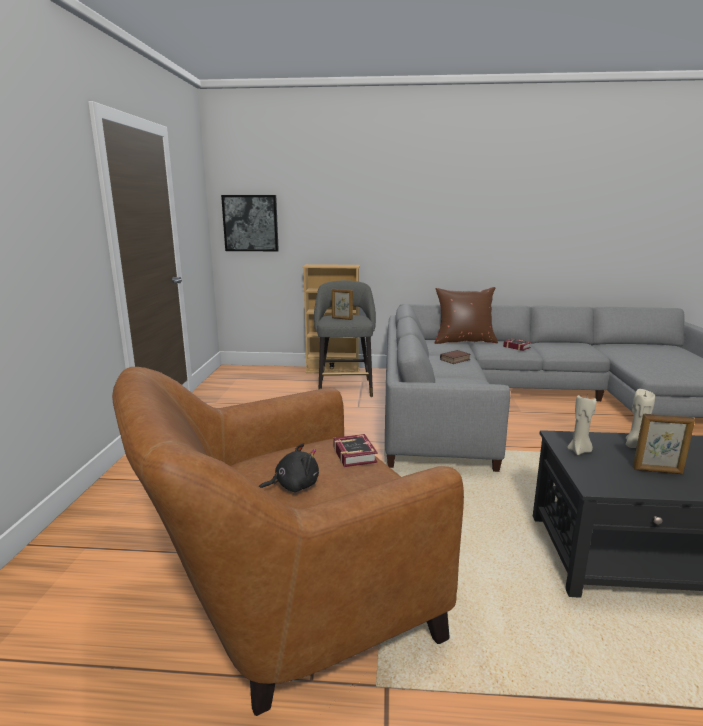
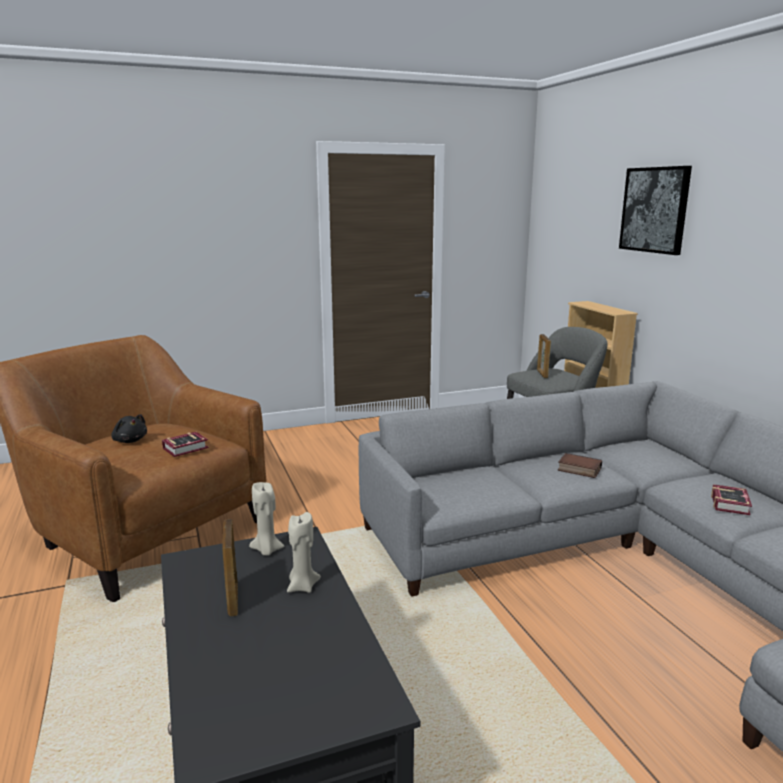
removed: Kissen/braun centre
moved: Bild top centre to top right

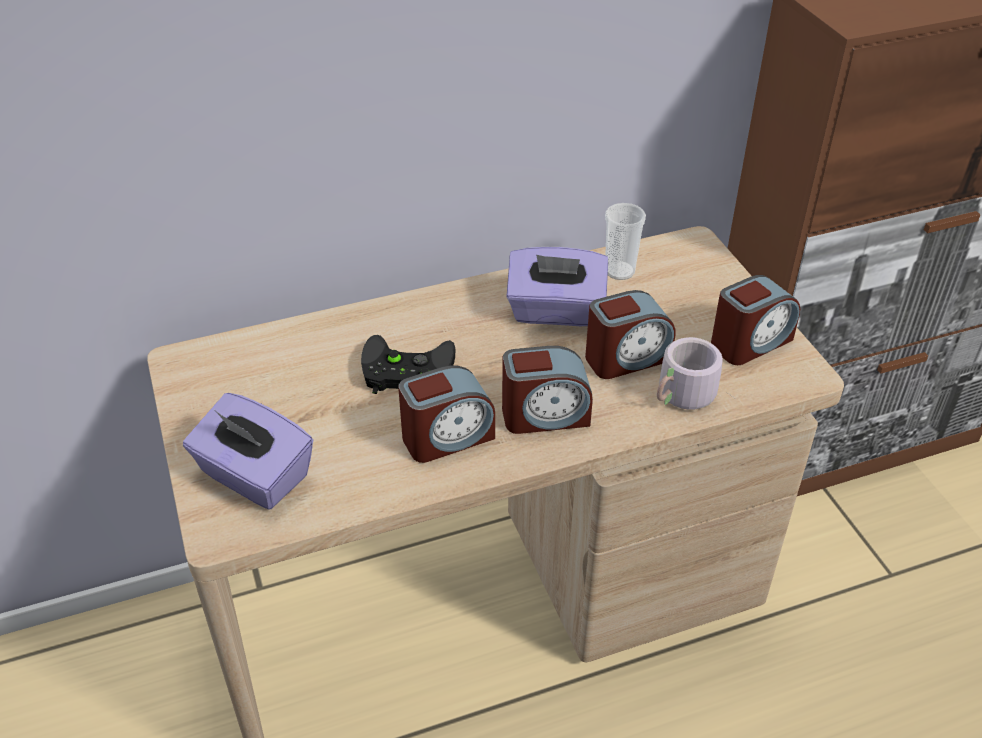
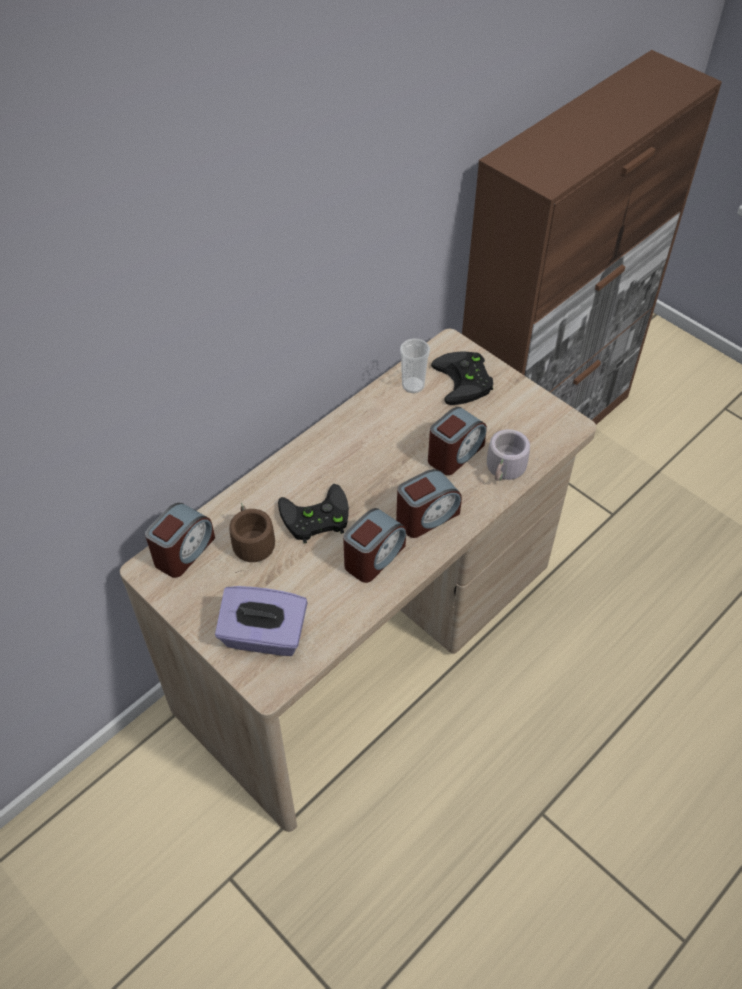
removed: Taschentuchbox/lila (2nd from left) centre
added: Henkelbecher/braun centre; Gamepad/schwarz (2nd from left) centre
moved: Wecker (4th from left in the first image) middle right to Wecker (1st from left) middle left

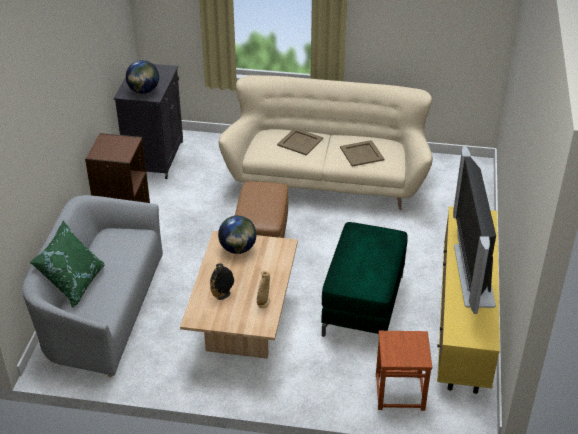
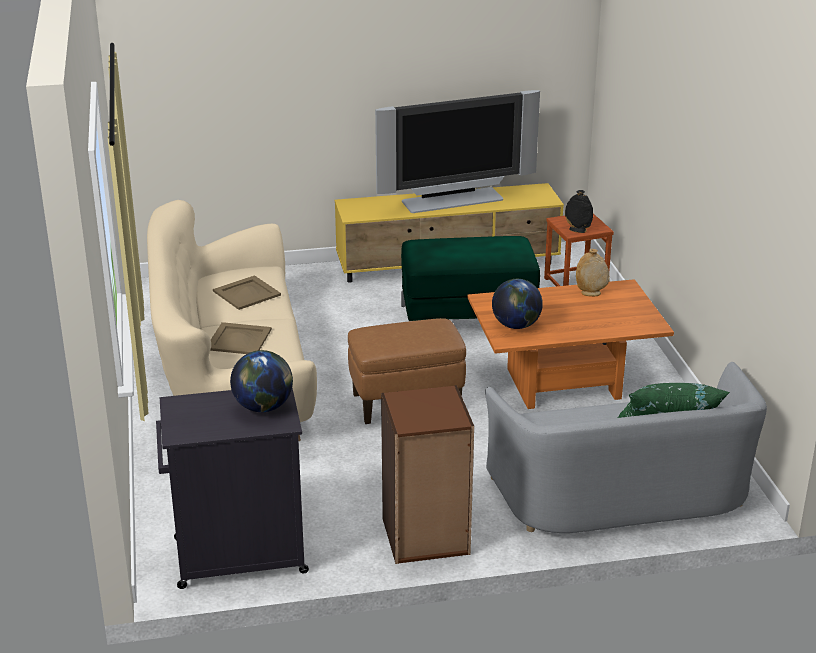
moved: Vase/schwarz centre to top right
recoloured: Couchtisch/beige bottom centre to Couchtisch/orange middle right

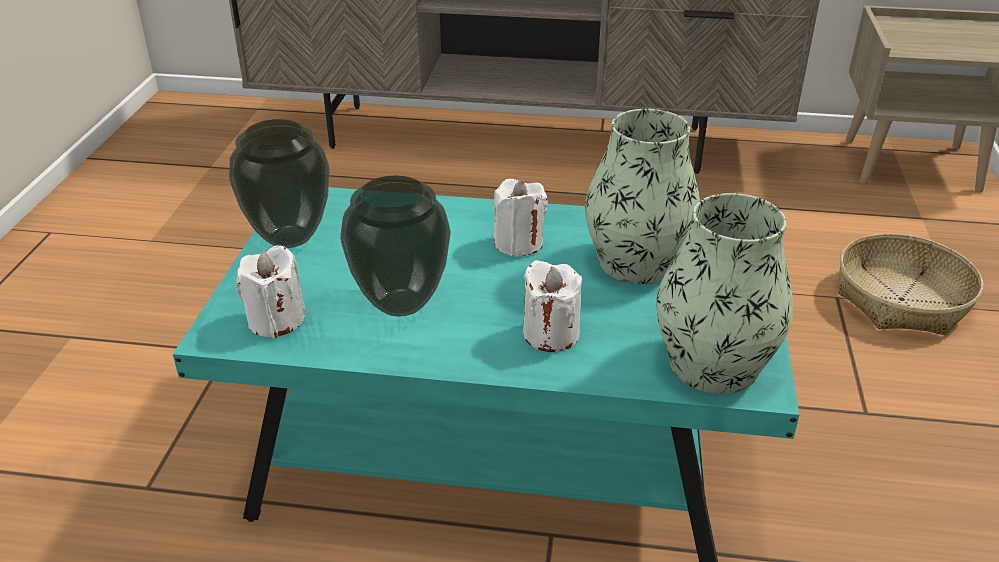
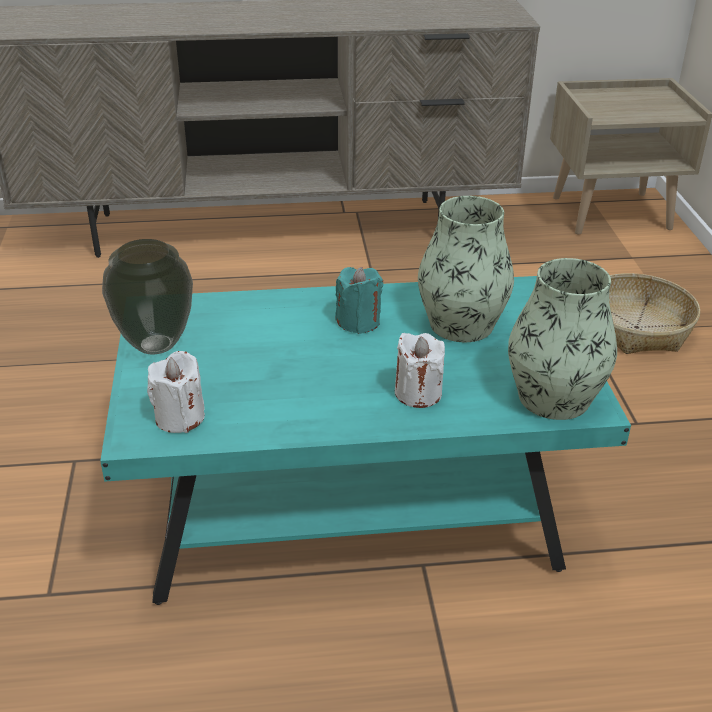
removed: Vase (2nd from left) centre
recoloured: Kerze/weiß (2nd from left) centre to Kerze/türkis centre

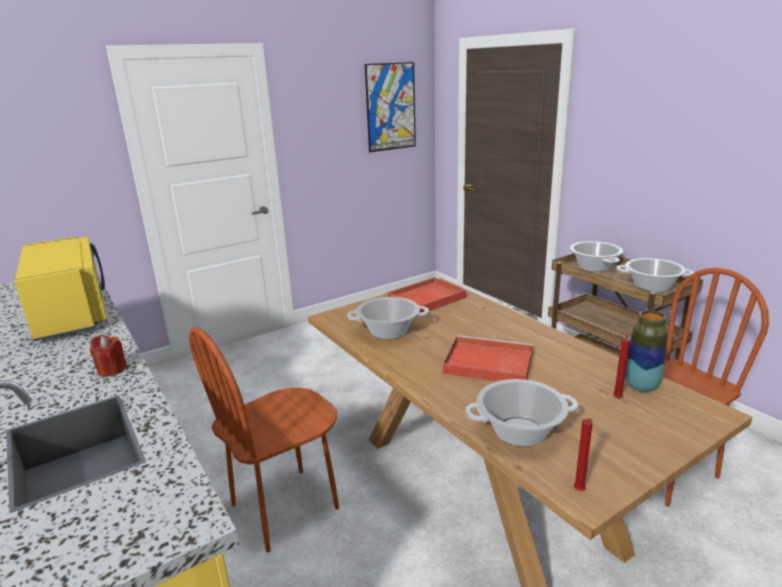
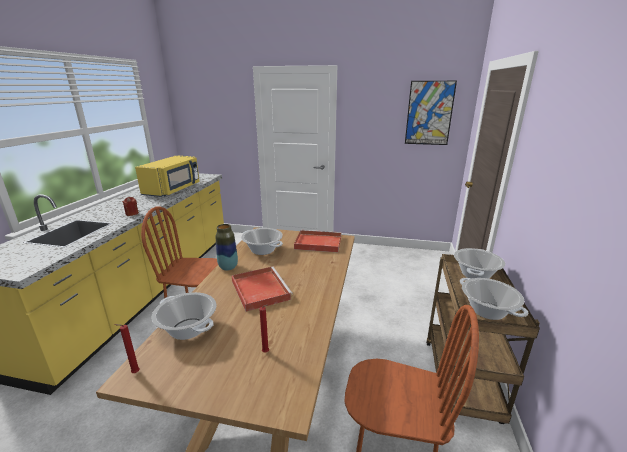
moved: Vase middle right to centre

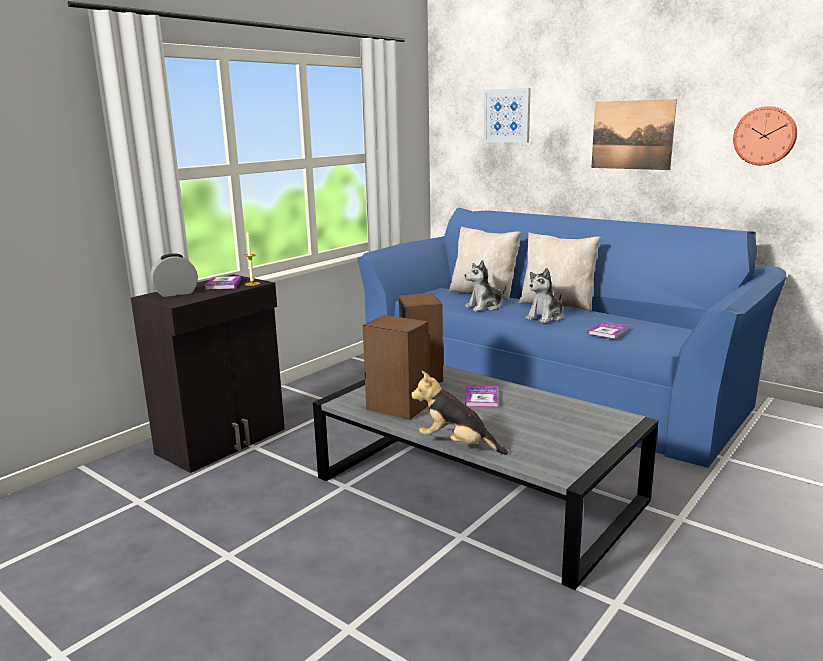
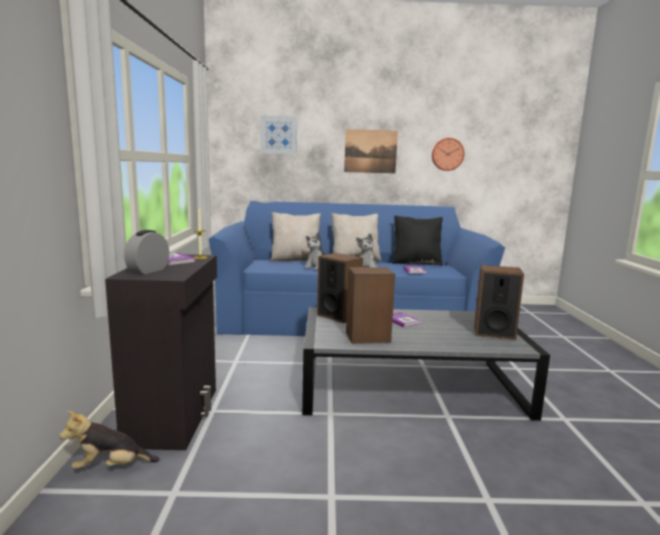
added: Kissen/schwarz centre; Lautsprecher (3rd from left) middle right
moved: Plüschtier (1st from left) centre to bottom left

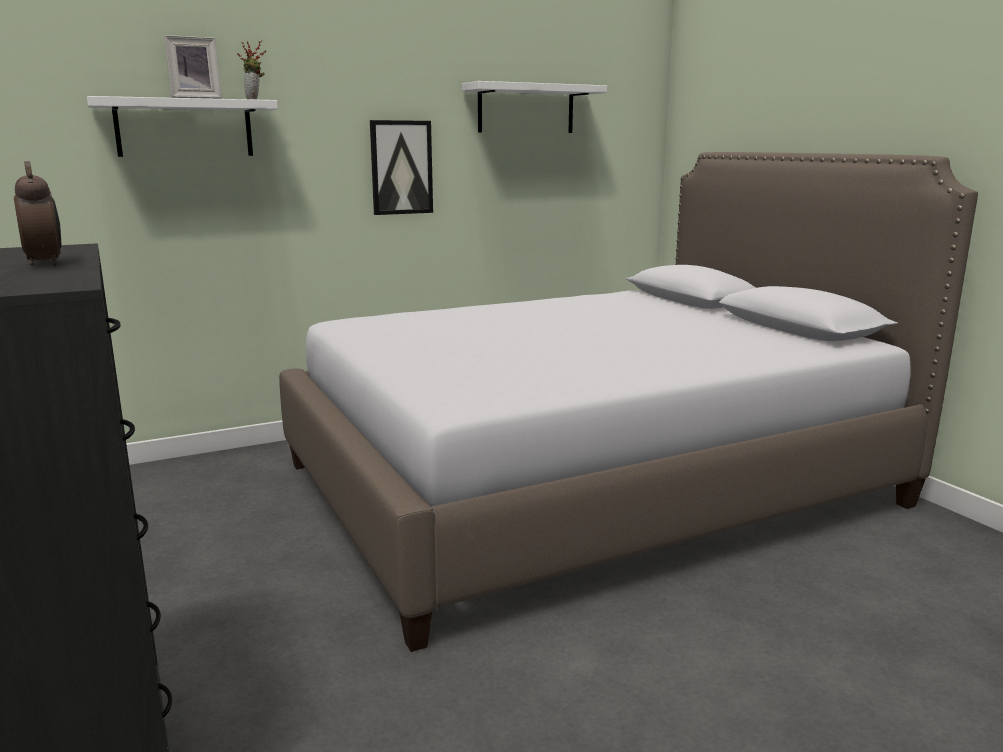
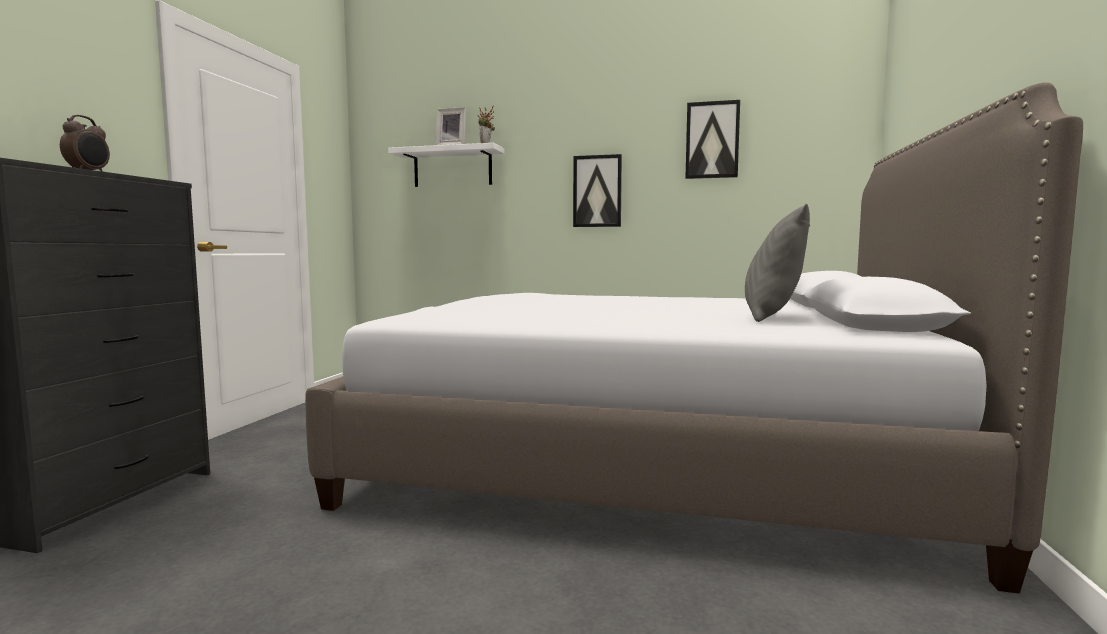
added: Kissen/grau middle right
replaced: Wandregal/weiß (2nd from left) top centre to Bild (2nd from left) top centre

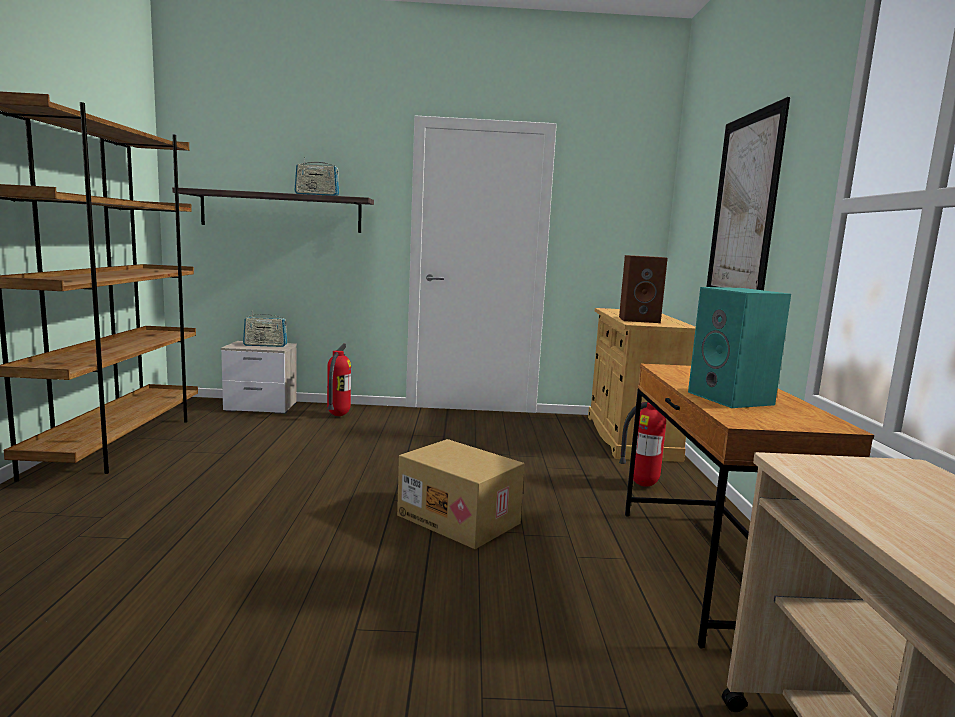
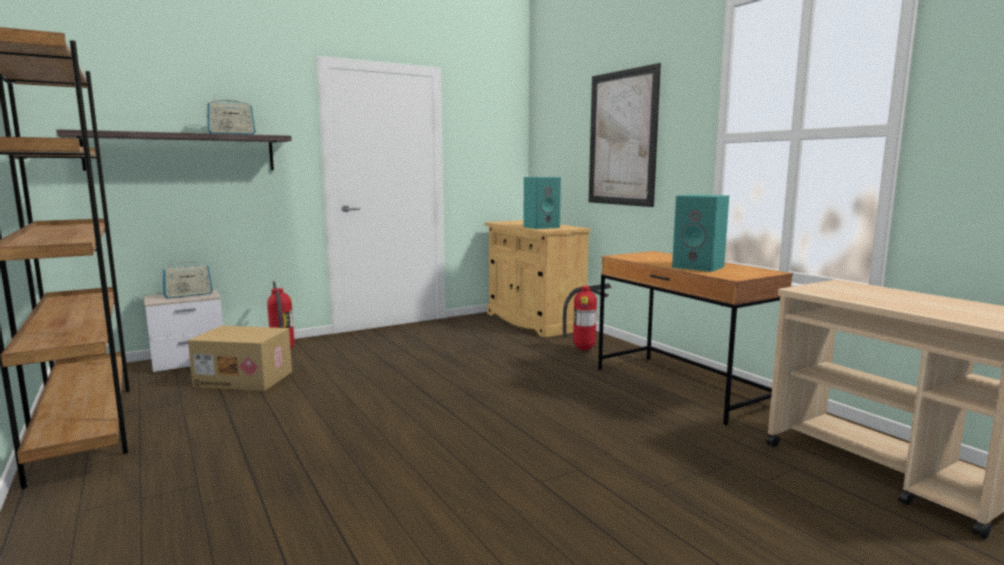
moved: Karton bottom centre to middle left
recoloured: Lautsprecher/braun middle right to Lautsprecher/türkis (1st from left) centre

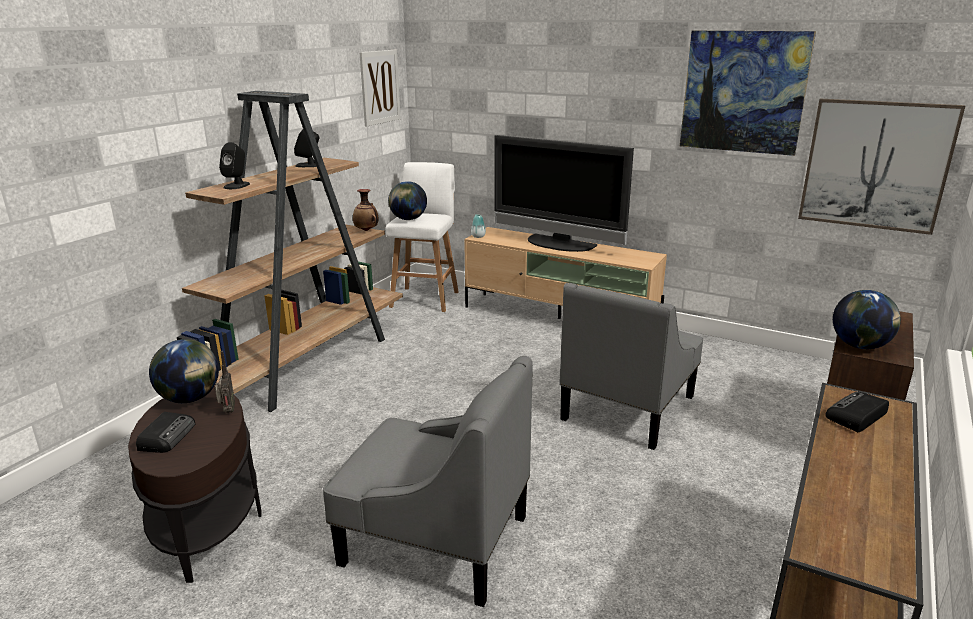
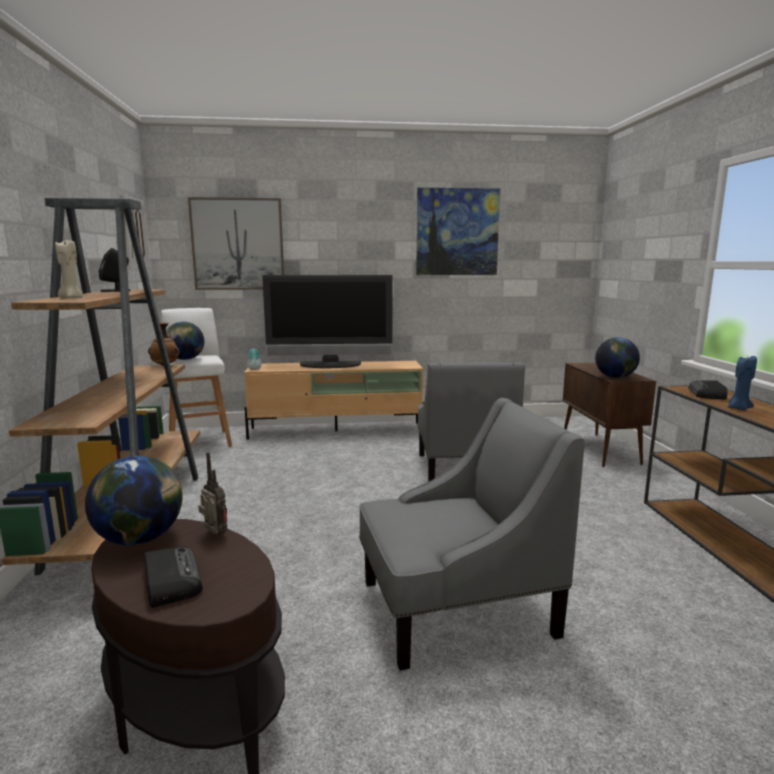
added: Kerze/blau middle right
moved: Bild (3rd from left in the first image) top right to Bild (2nd from left) top left
replaced: Lautsprecher/schwarz (1st from left) top left to Kerze/beige middle left

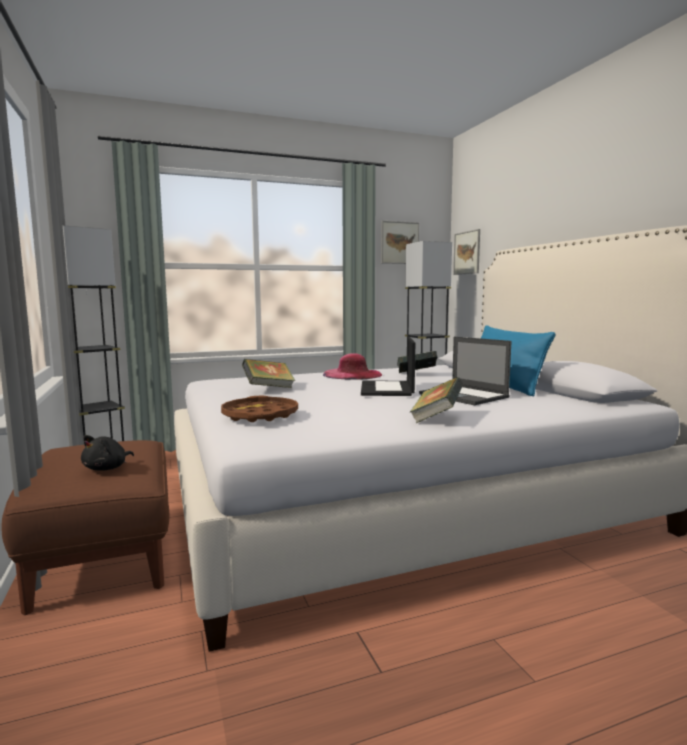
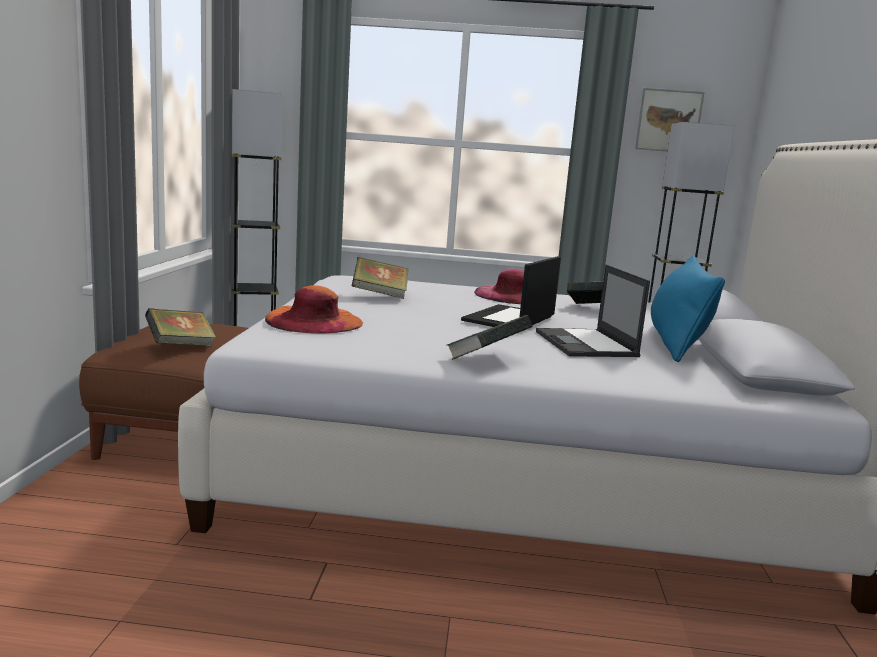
removed: Bild (2nd from left) middle right
replaced: Plüschtier/schwarz middle left to Buch (1st from left) middle left; Tablett/braun centre to Hut/orange centre

